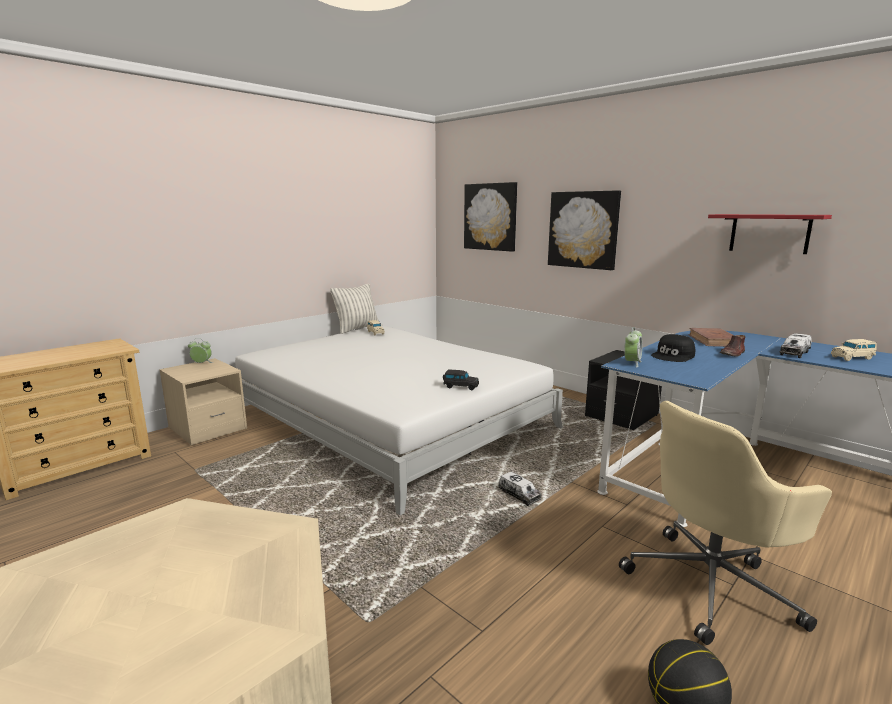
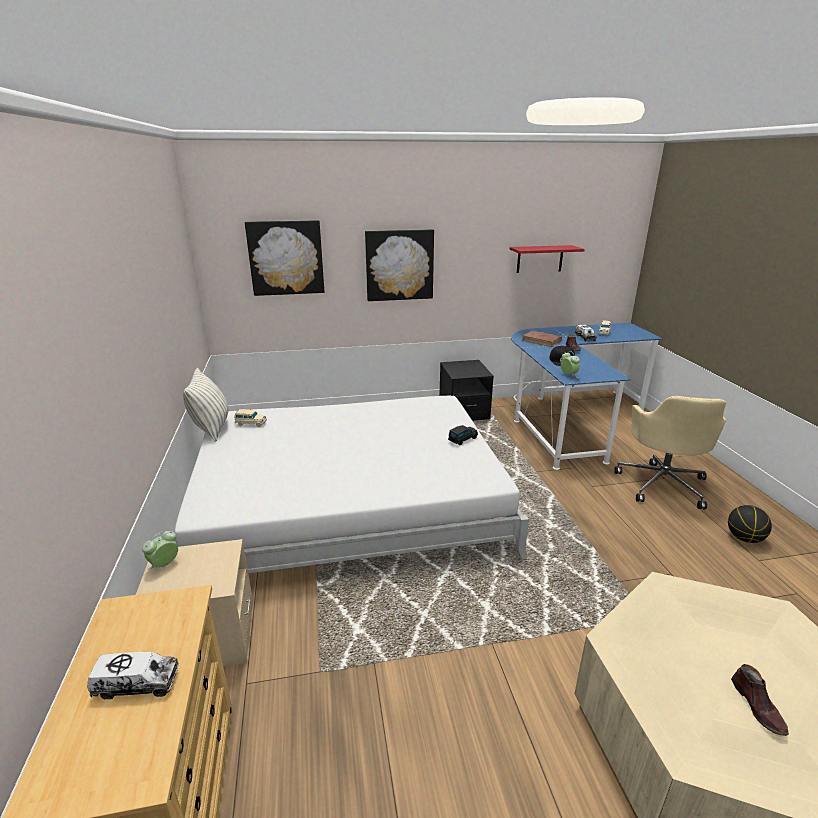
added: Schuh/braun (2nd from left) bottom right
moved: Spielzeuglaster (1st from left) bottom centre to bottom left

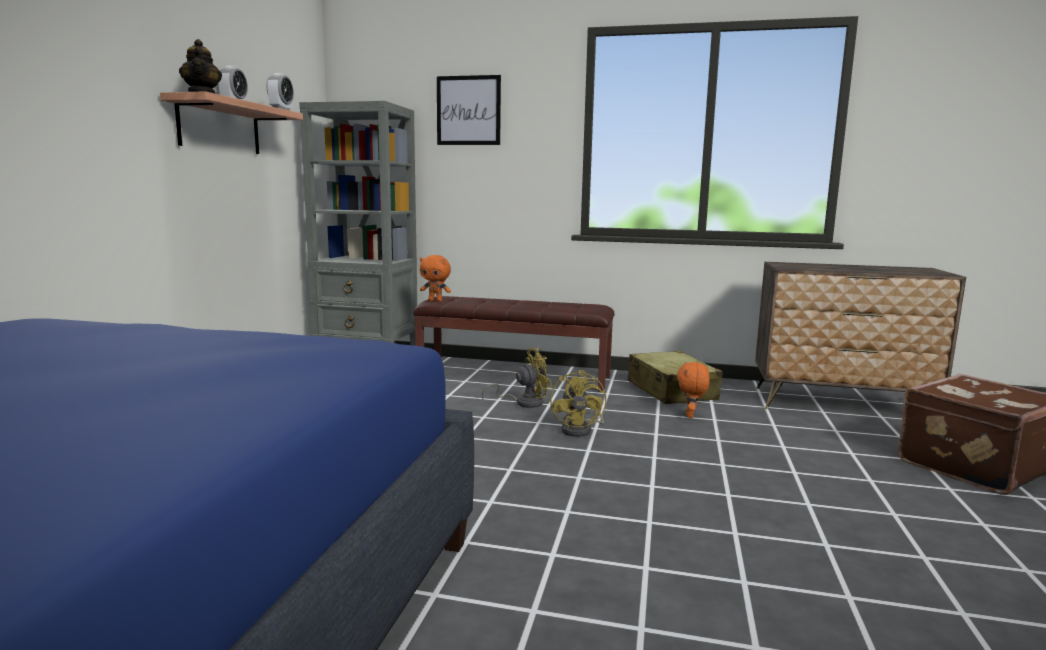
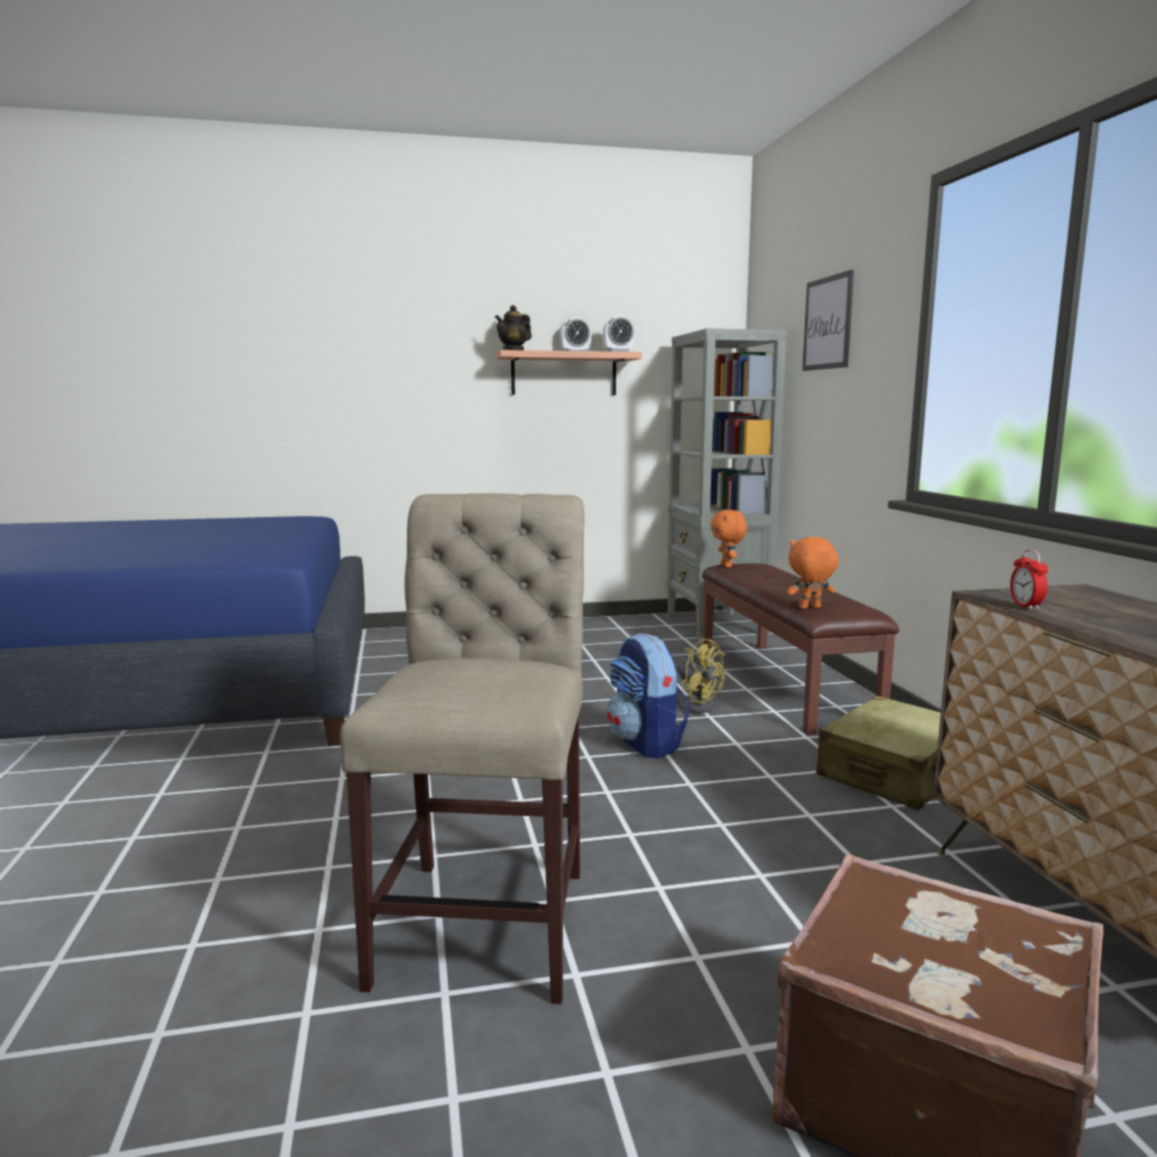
added: Stuhl/beige centre; Wecker (3rd from left) middle right
moved: Plüschtier/orange (2nd from left) centre to middle right
replaced: Ventilator/gelb (2nd from left) centre to Rucksack centre

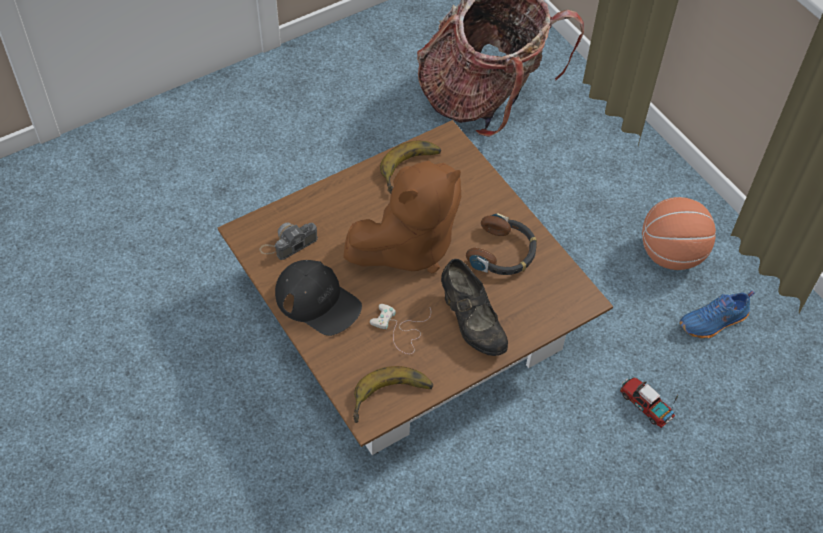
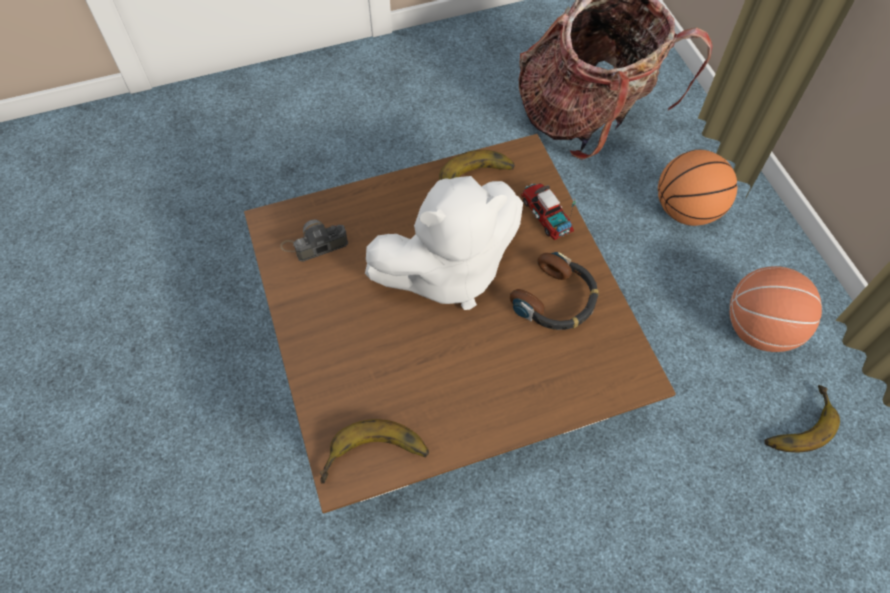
removed: Kappe/schwarz centre; Gamepad/weiß centre; Schuh/schwarz centre
added: Basketball (1st from left) top right
moved: Spielzeuglaster bottom right to centre
replaced: Schuh/blau middle right to Banane (3rd from left) bottom right
recoloured: Plüschtier/braun centre to Plüschtier/weiß centre

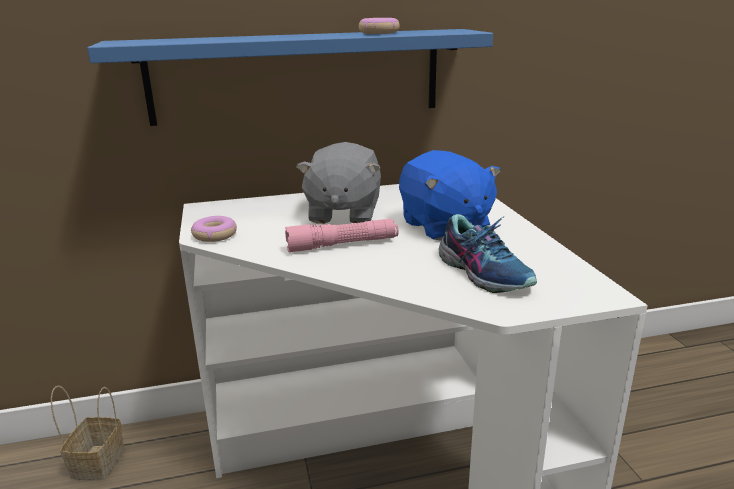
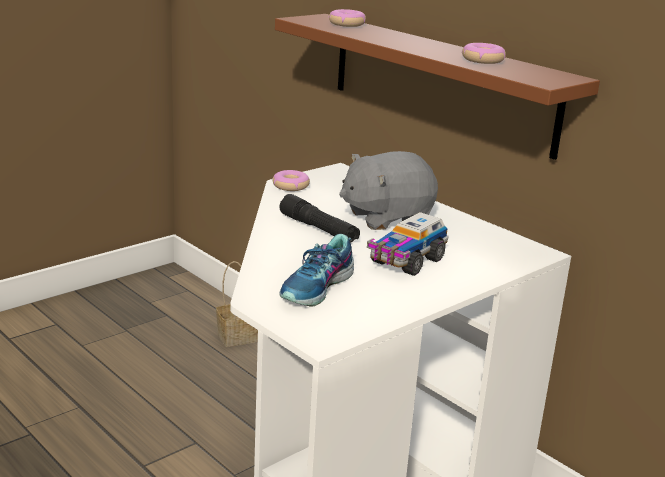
added: Donut (2nd from left) top centre
replaced: Plüschtier/blau centre to Spielzeuglaster centre
recoloured: Wandregal/blau top centre to Wandregal/braun top centre; Taschenlampe/rosa centre to Taschenlampe/schwarz centre

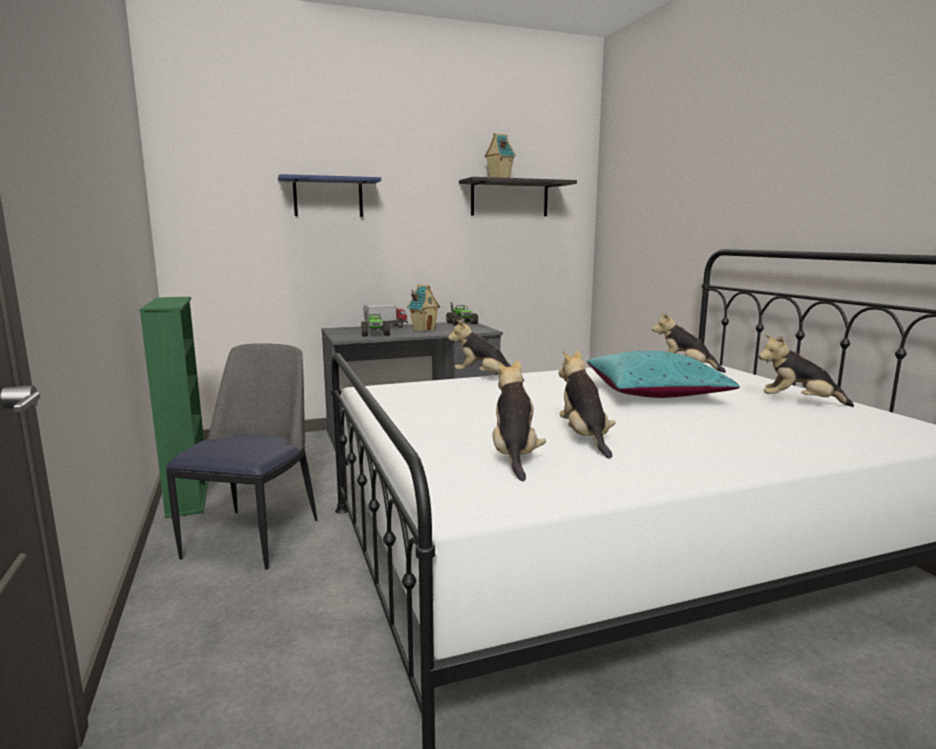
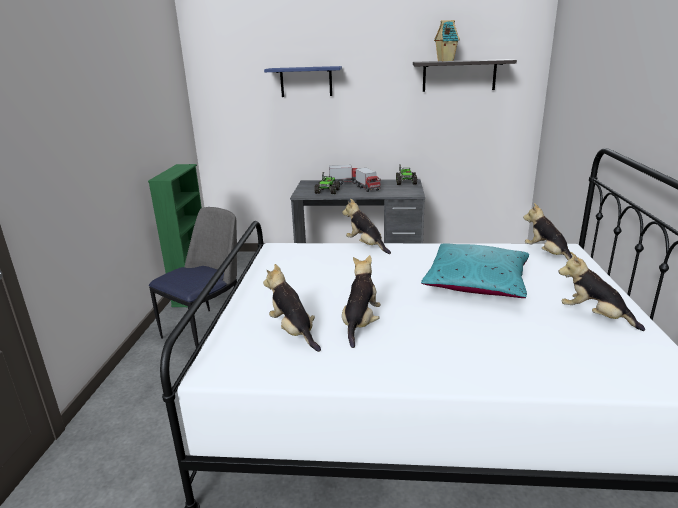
replaced: Spielzeughaus (1st from left) centre to Spielzeuglaster (3rd from left) centre
turned: Plüschtier (2nd from left in the first image) centre = centre 60 degrees counterclockwise

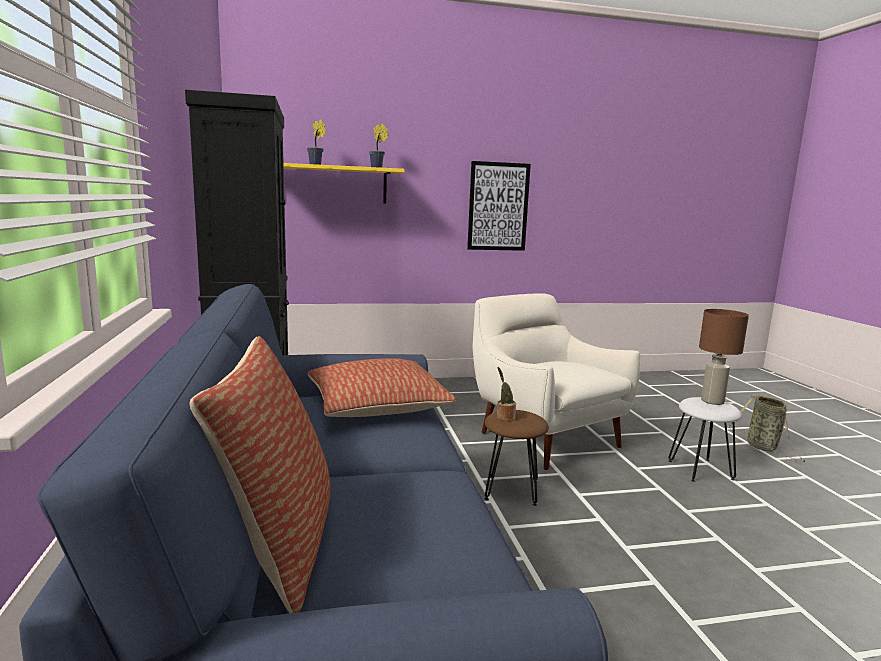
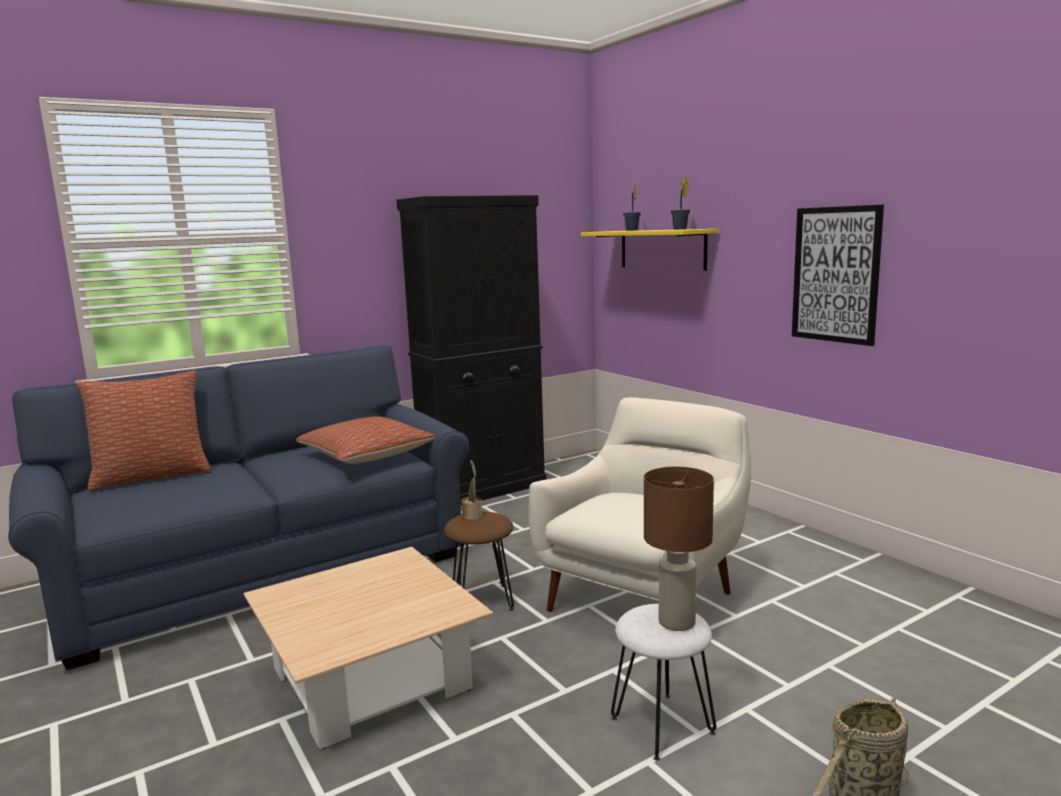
added: Couchtisch/beige bottom centre

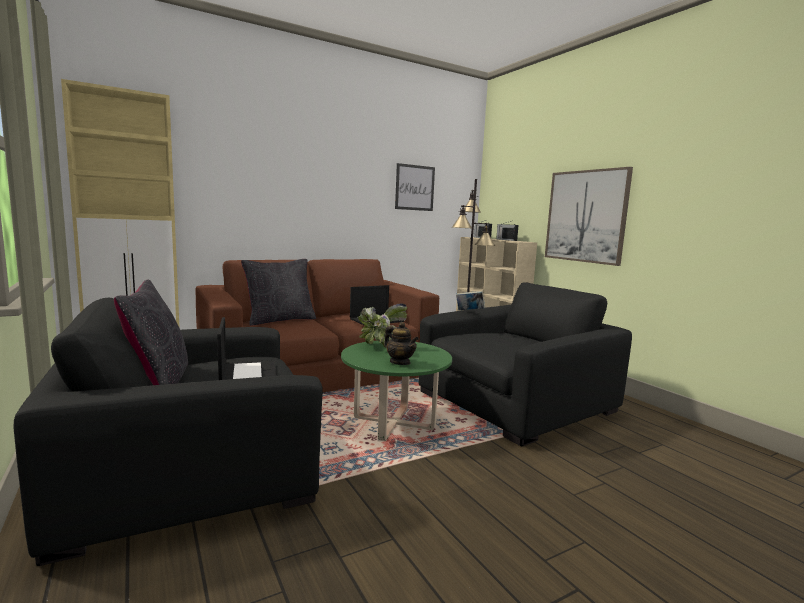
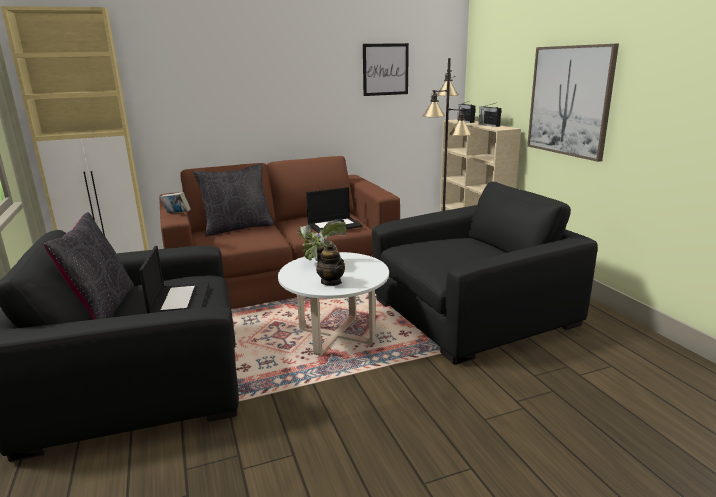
moved: Buch centre to middle left
recoloured: Couchtisch/grün centre to Couchtisch/weiß centre

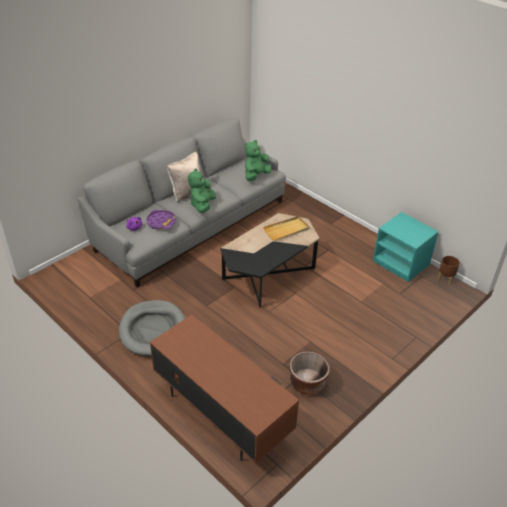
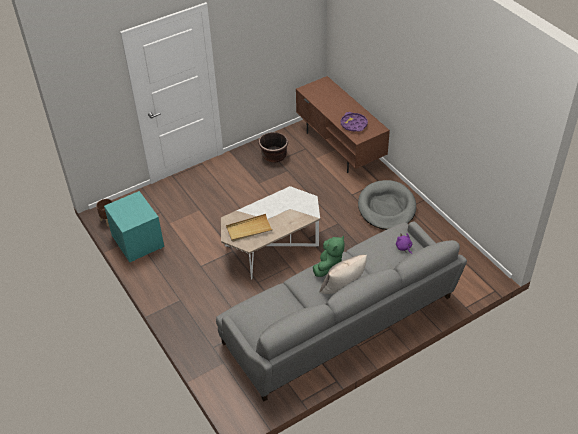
removed: Plüschtier/grün (2nd from left) top centre
moved: Tablett/lila middle left to top centre
recoloured: Couchtisch/schwarz centre to Couchtisch/weiß centre

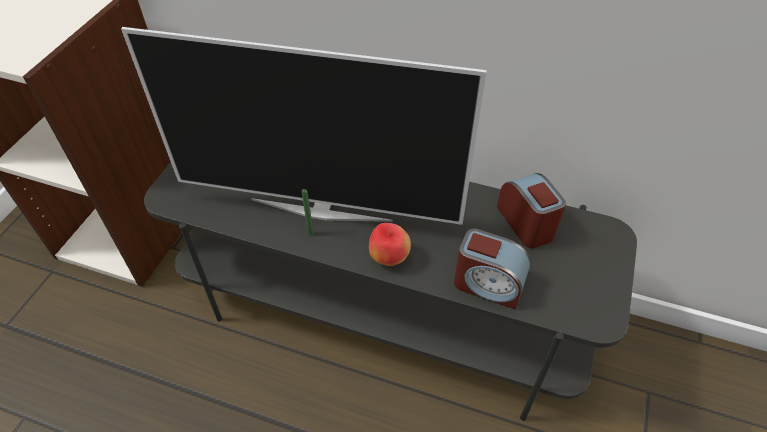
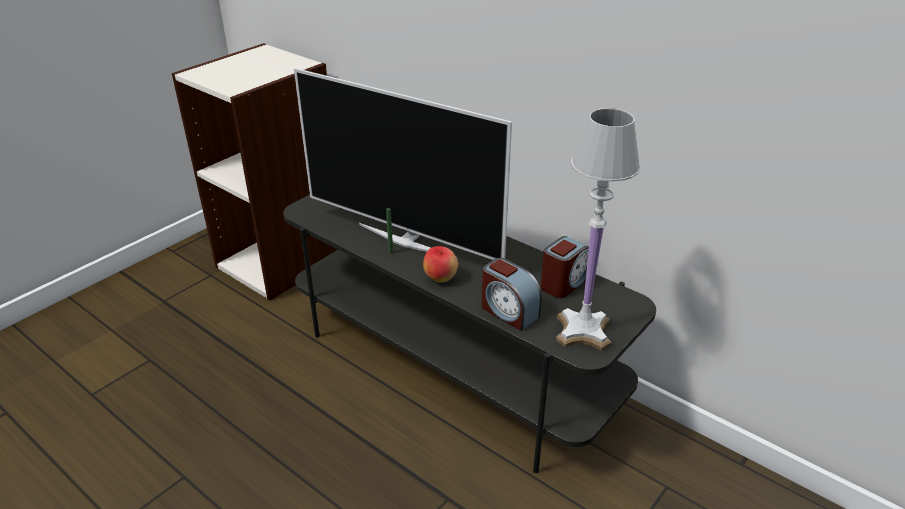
added: Tischlampe/weiß centre
turned: Wecker (2nd from left) middle right = centre 45 degrees clockwise

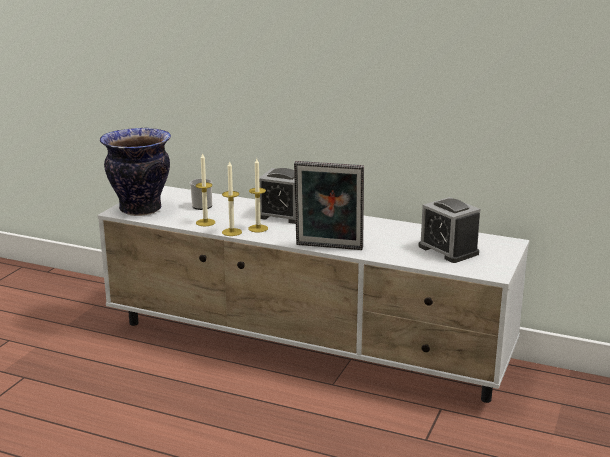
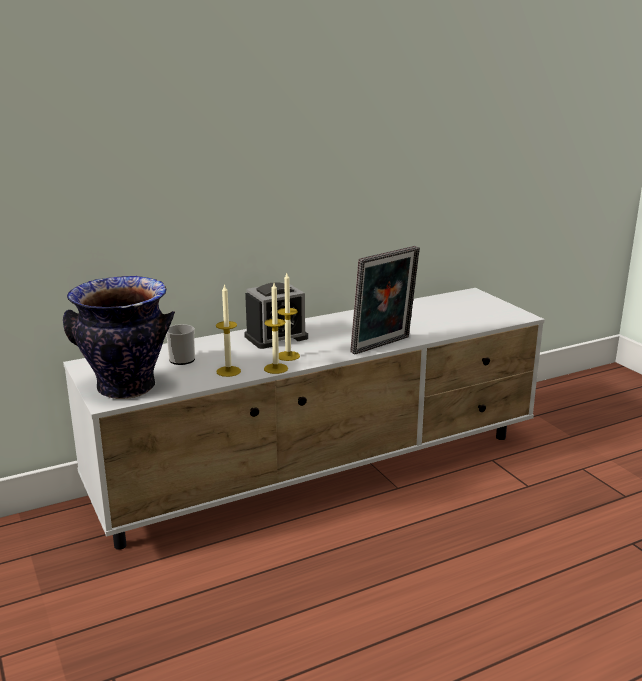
removed: Wecker (2nd from left) middle right

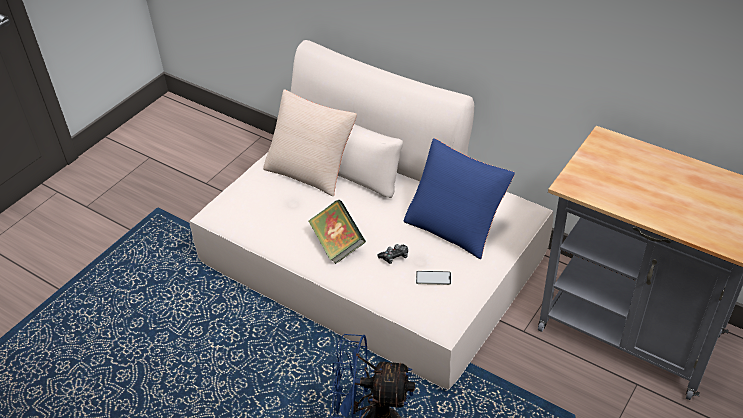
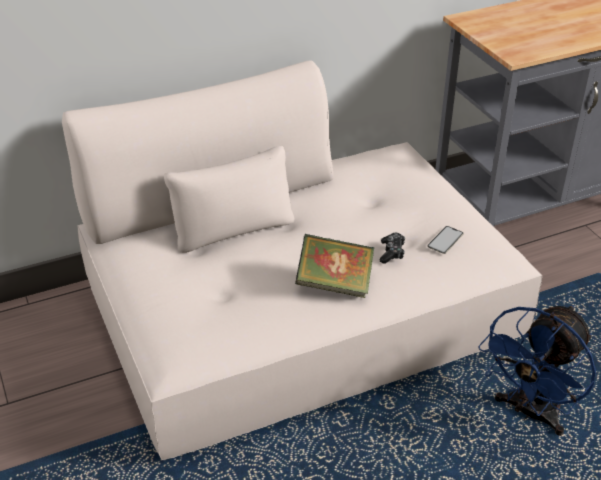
removed: Kissen/beige centre; Kissen/blau centre

